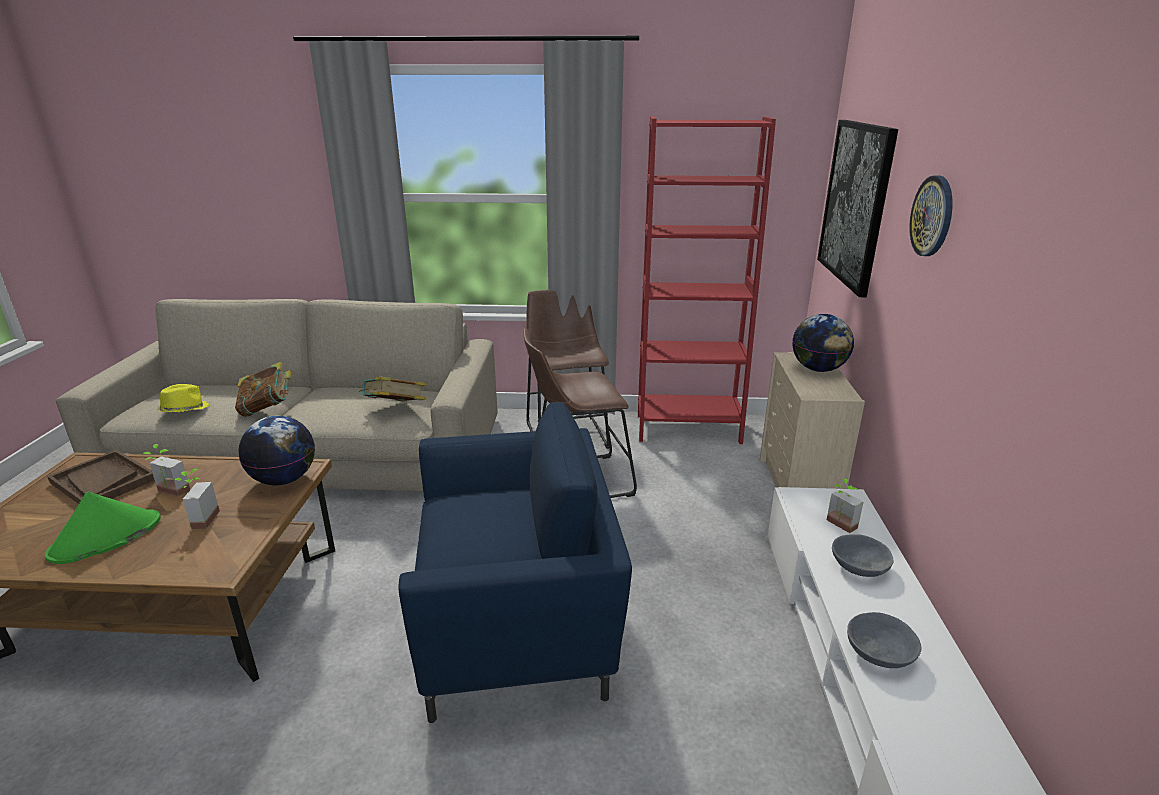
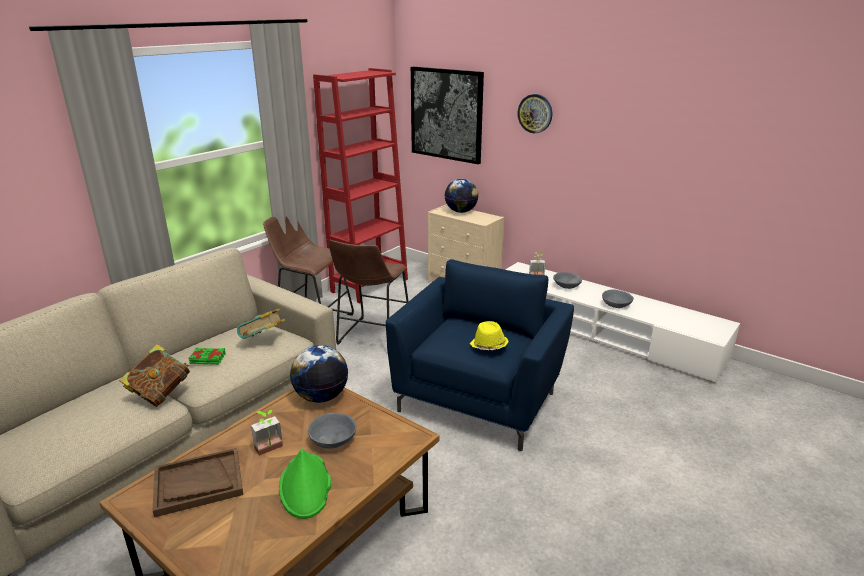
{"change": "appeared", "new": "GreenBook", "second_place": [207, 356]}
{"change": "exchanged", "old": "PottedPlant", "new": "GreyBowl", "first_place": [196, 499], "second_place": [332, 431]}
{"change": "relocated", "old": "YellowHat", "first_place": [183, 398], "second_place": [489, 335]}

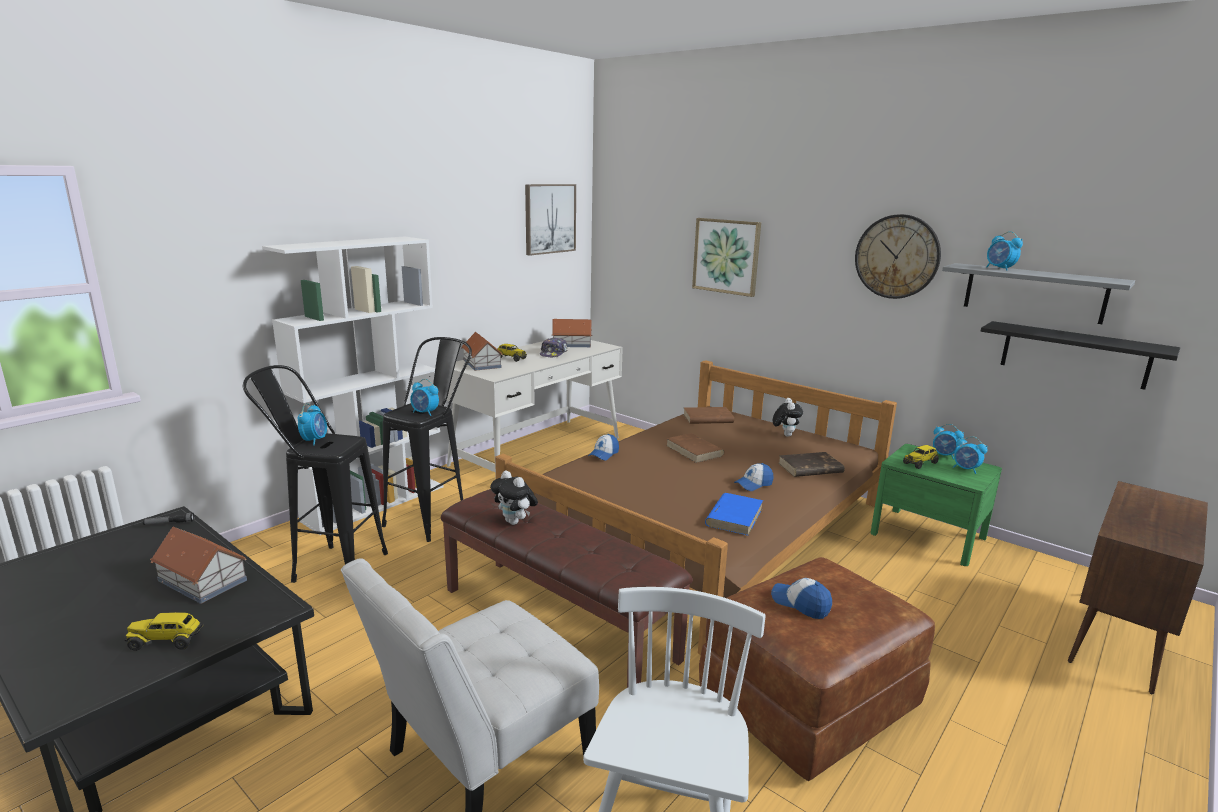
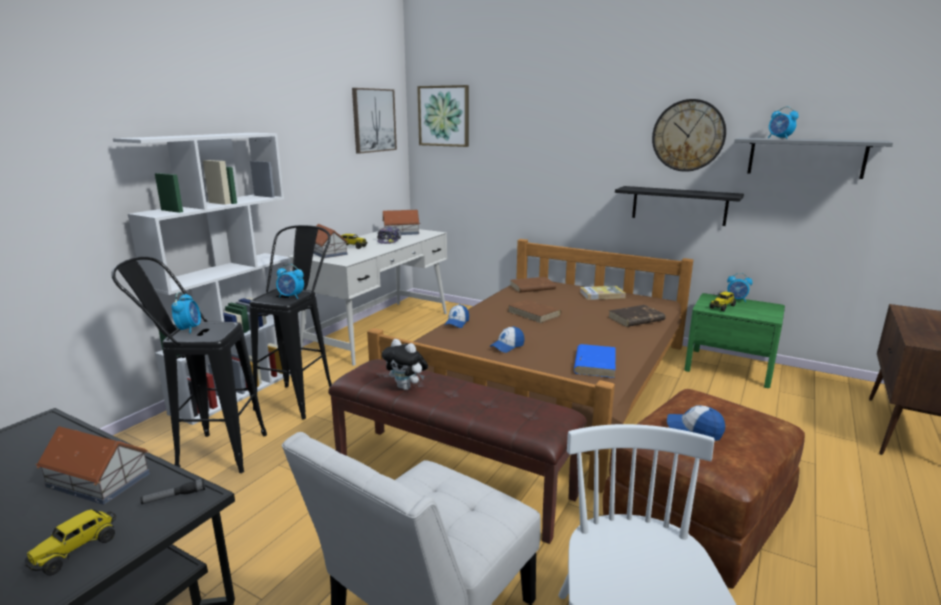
{"change": "spun", "old": "ToyTruck", "first_place": [164, 631], "second_place": [70, 542], "degrees": -45}
{"change": "relocated", "old": "Flashlight", "first_place": [168, 519], "second_place": [172, 491]}
{"change": "relocated", "old": "Picture", "first_place": [726, 257], "second_place": [443, 116]}
{"change": "relocated", "old": "Cap", "first_place": [753, 477], "second_place": [507, 339]}
{"change": "exchanged", "old": "PlushToy", "new": "Book", "first_place": [788, 417], "second_place": [603, 293]}
{"change": "relocated", "old": "BlackShelf", "first_place": [1080, 355], "second_place": [679, 206]}
{"change": "missing", "old": "AlarmClock", "first_place": [970, 455]}

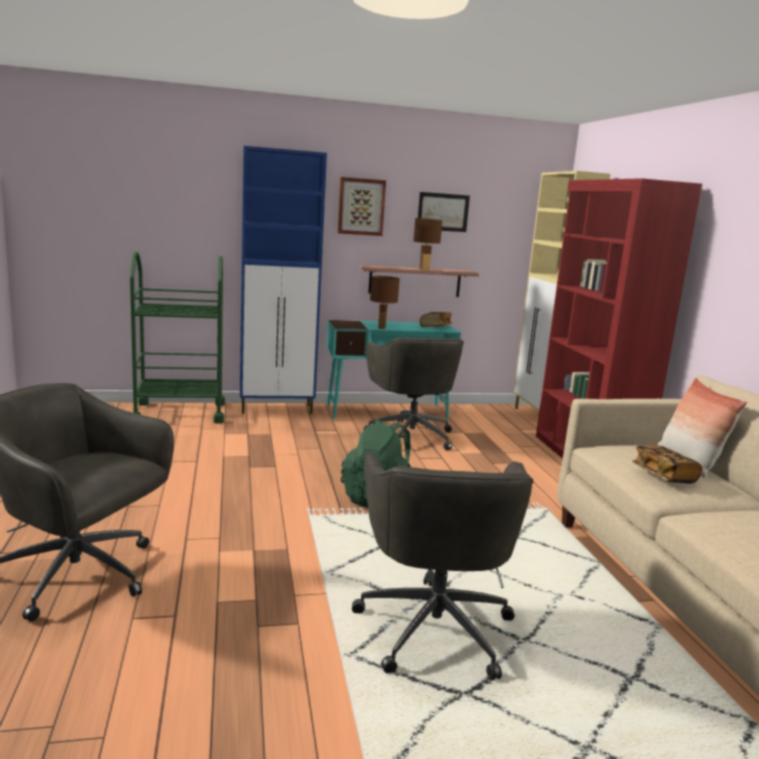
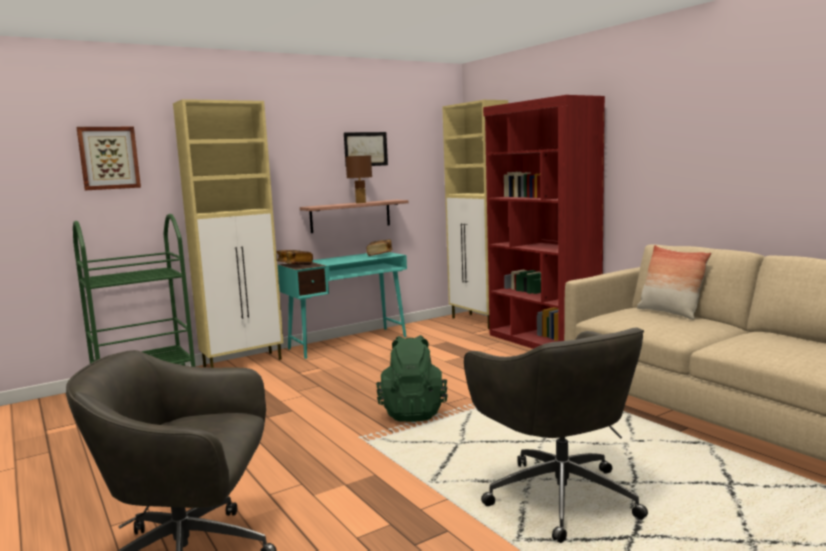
{"change": "relocated", "old": "Picture", "first_place": [361, 206], "second_place": [108, 158]}
{"change": "colour", "old": "BlueCabinet", "new": "BeigeCabinet", "first_place": [283, 280], "second_place": [228, 233]}
{"change": "relocated", "old": "Book", "first_place": [667, 465], "second_place": [294, 257]}
{"change": "missing", "old": "GreyOfficeChair", "first_place": [413, 393]}
{"change": "missing", "old": "BrownTableLamp", "first_place": [385, 302]}

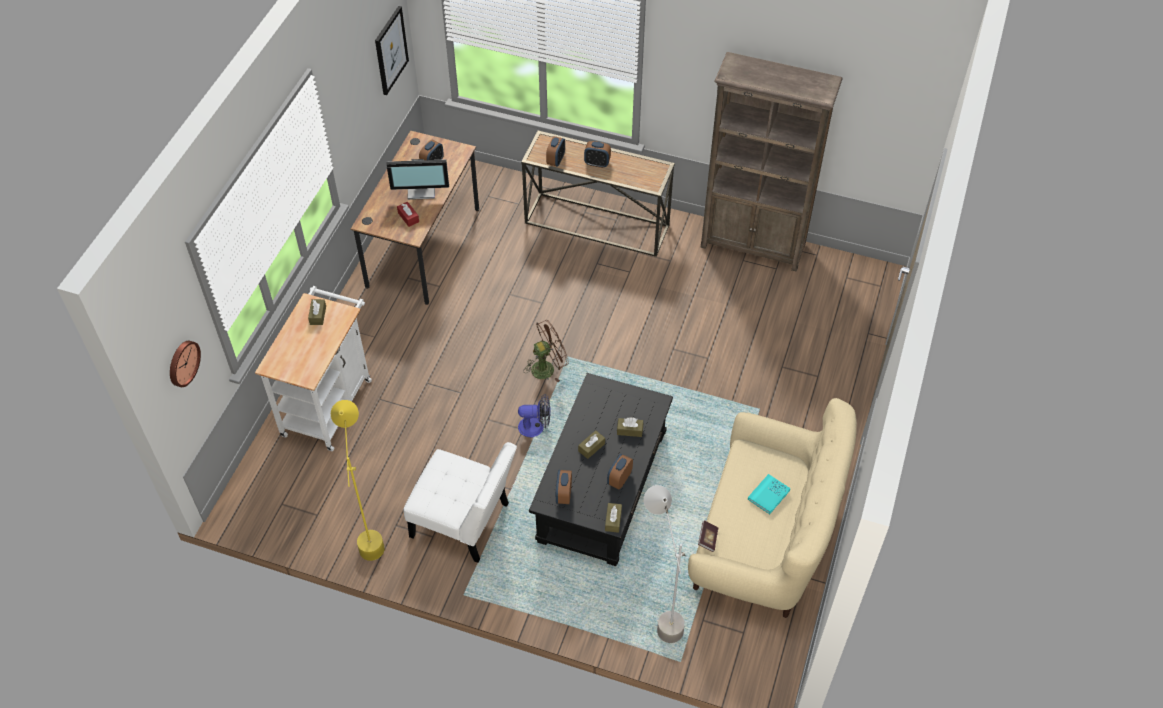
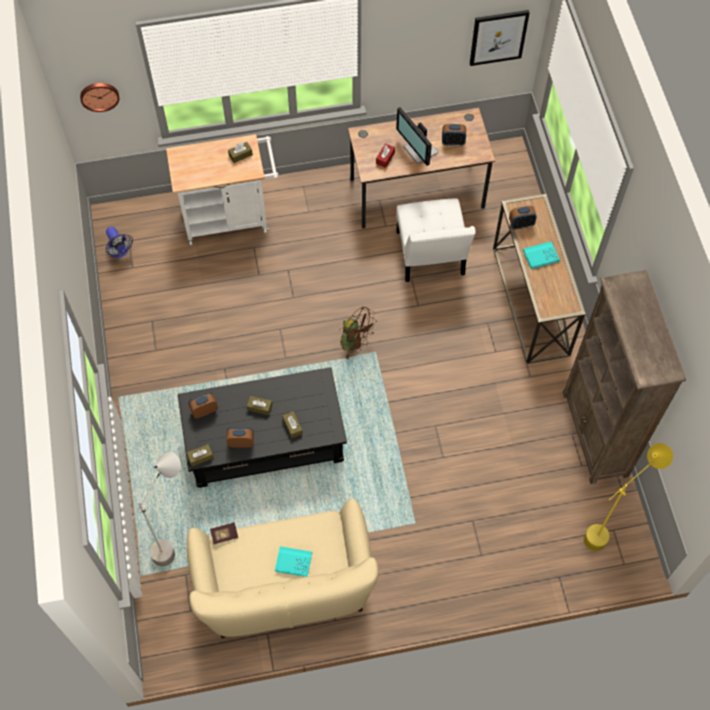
{"change": "relocated", "old": "Fan", "first_place": [534, 416], "second_place": [119, 242]}
{"change": "relocated", "old": "WhiteChair", "first_place": [460, 502], "second_place": [436, 240]}
{"change": "exchanged", "old": "AlarmClock", "new": "TurquoiseBook", "first_place": [597, 154], "second_place": [541, 255]}
{"change": "relocated", "old": "YellowFloorLamp", "first_place": [358, 480], "second_place": [628, 497]}

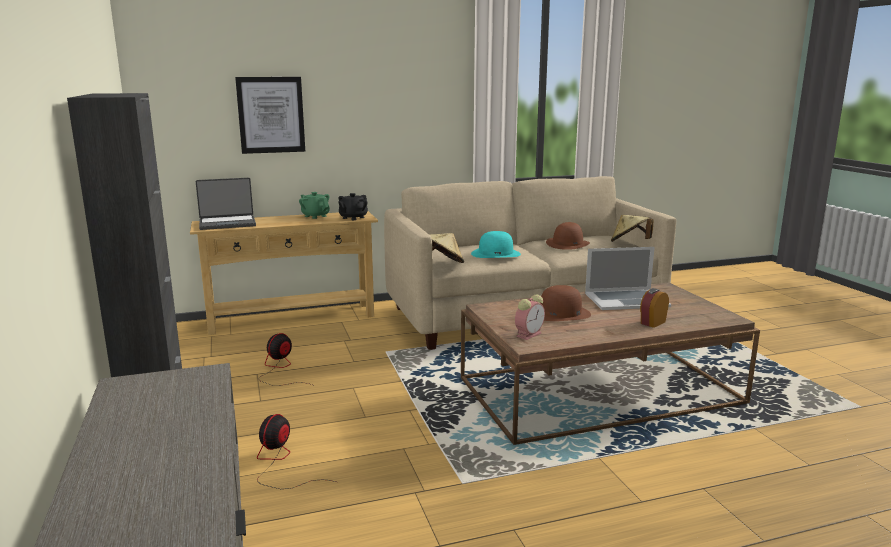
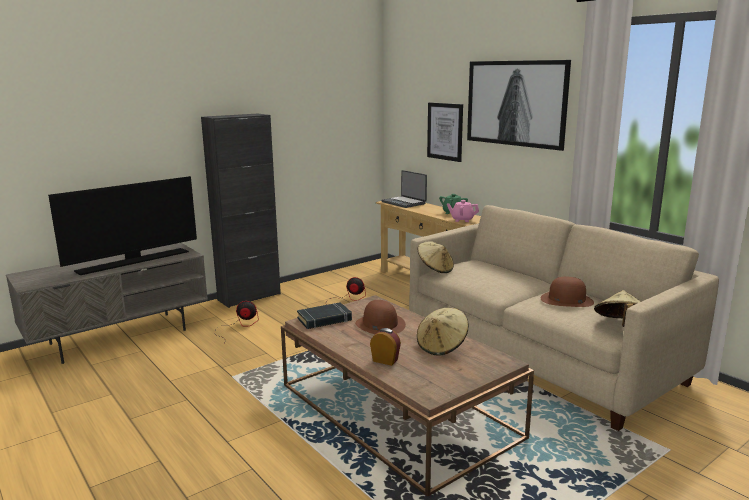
{"change": "appeared", "new": "Television", "second_place": [122, 225]}
{"change": "exchanged", "old": "AlarmClock", "new": "BlackBook", "first_place": [530, 317], "second_place": [324, 315]}
{"change": "exchanged", "old": "Laptop", "new": "BeigeHat", "first_place": [628, 278], "second_place": [443, 332]}
{"change": "colour", "old": "BlackTeapot", "new": "PinkTeapot", "first_place": [353, 206], "second_place": [463, 211]}
{"change": "appeared", "new": "Picture", "second_place": [519, 105]}
{"change": "missing", "old": "TurquoiseHat", "first_place": [496, 244]}

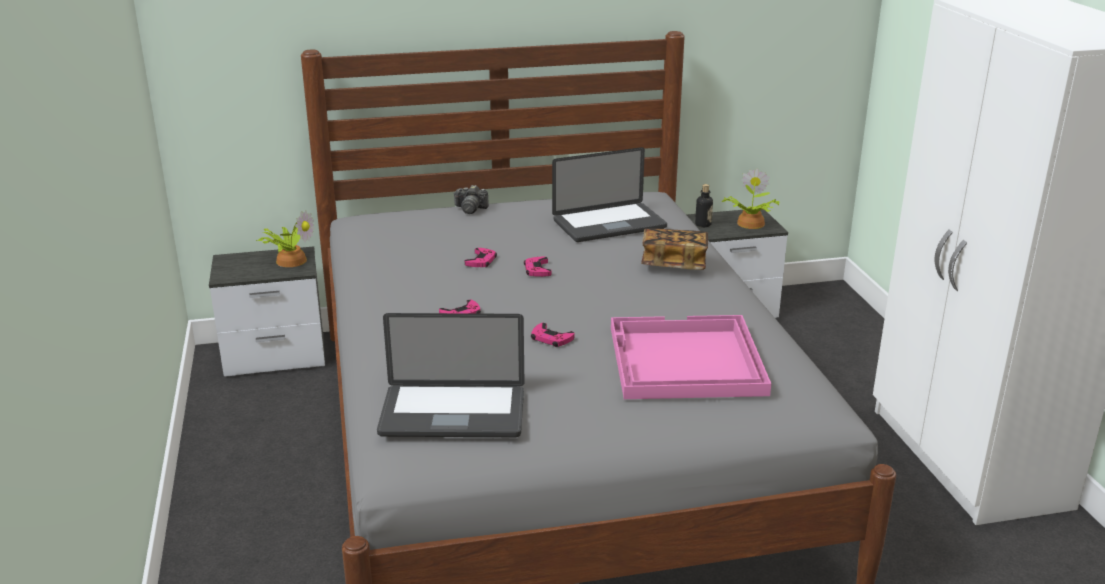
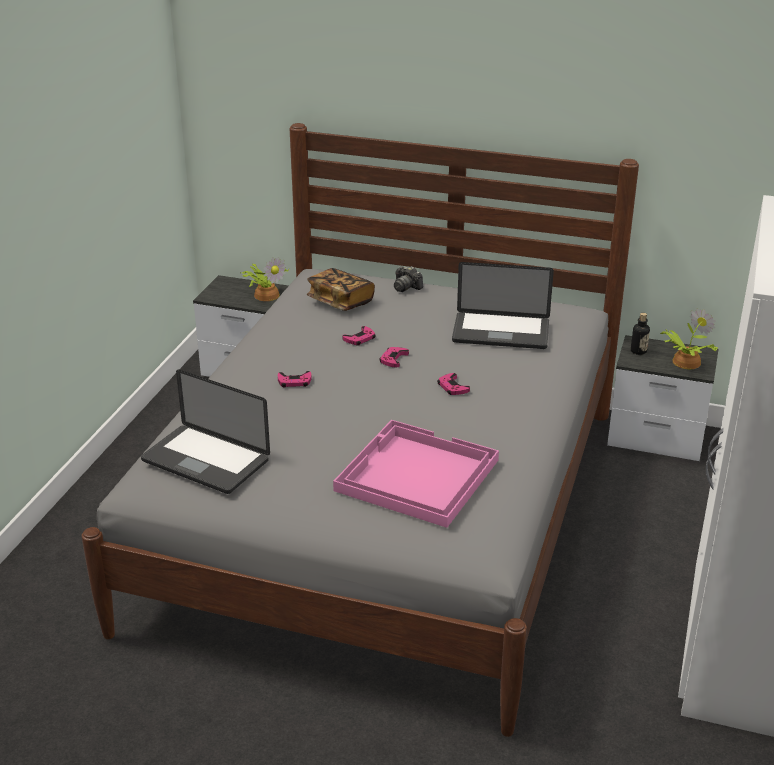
{"change": "relocated", "old": "Book", "first_place": [674, 249], "second_place": [341, 289]}
{"change": "relocated", "old": "PinkGameController", "first_place": [552, 335], "second_place": [453, 384]}

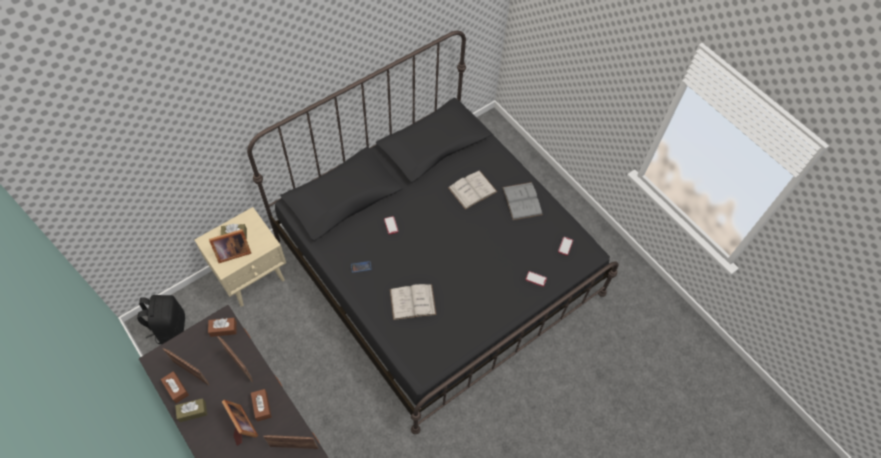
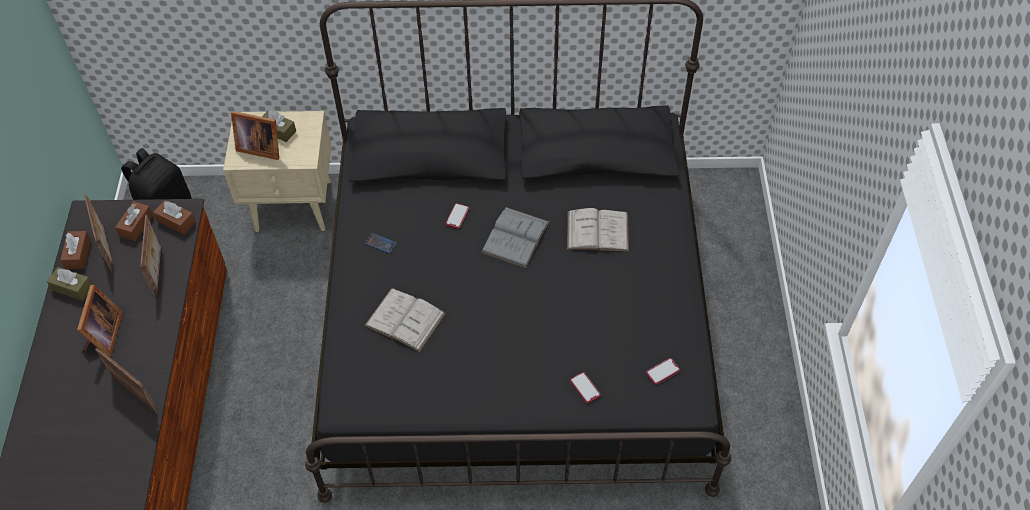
{"change": "relocated", "old": "BrownTissueBox", "first_place": [261, 405], "second_place": [134, 221]}
{"change": "relocated", "old": "GreyBook", "first_place": [522, 201], "second_place": [515, 237]}

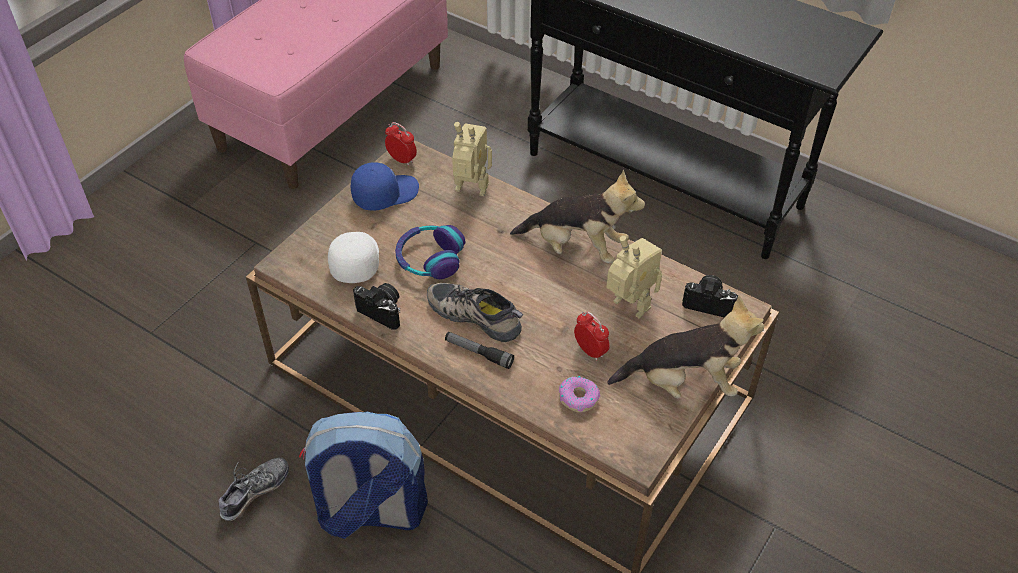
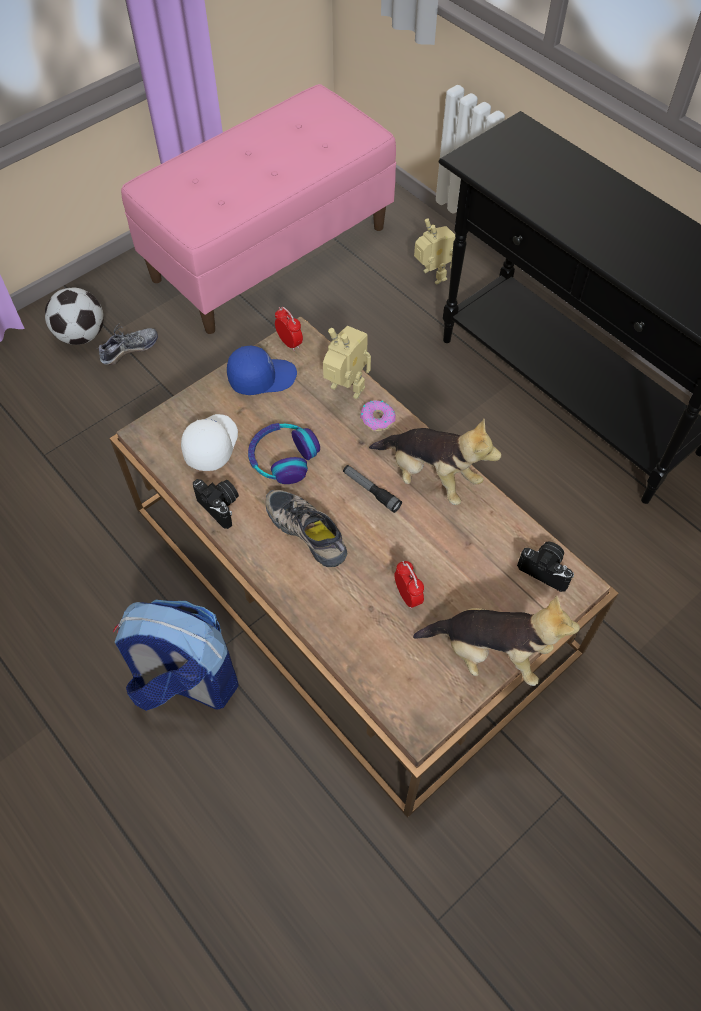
{"change": "appeared", "new": "Football", "second_place": [74, 316]}
{"change": "relocated", "old": "Shoe", "first_place": [253, 489], "second_place": [128, 344]}
{"change": "relocated", "old": "Flashlight", "first_place": [479, 350], "second_place": [372, 489]}
{"change": "relocated", "old": "Donut", "first_place": [580, 394], "second_place": [378, 415]}
{"change": "relocated", "old": "ToyRobot", "first_place": [634, 277], "second_place": [434, 251]}

